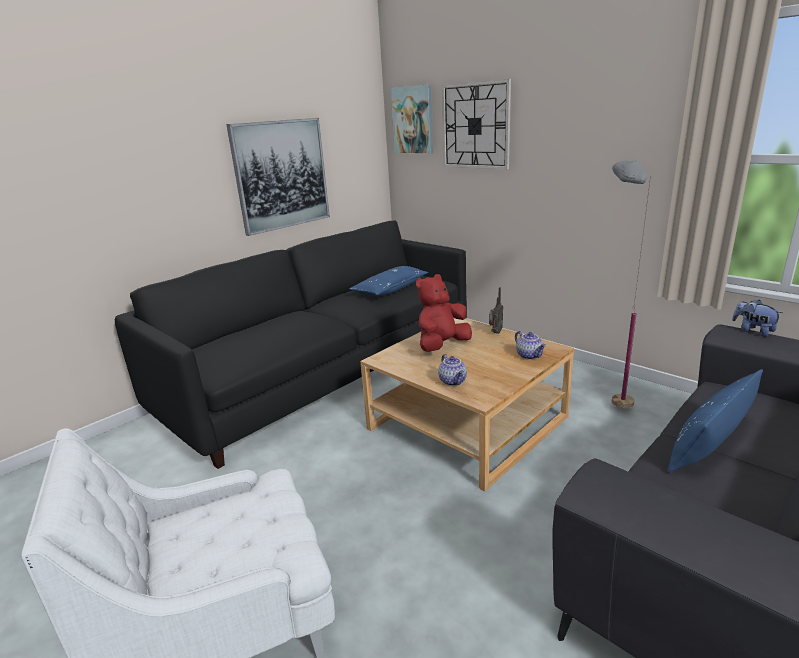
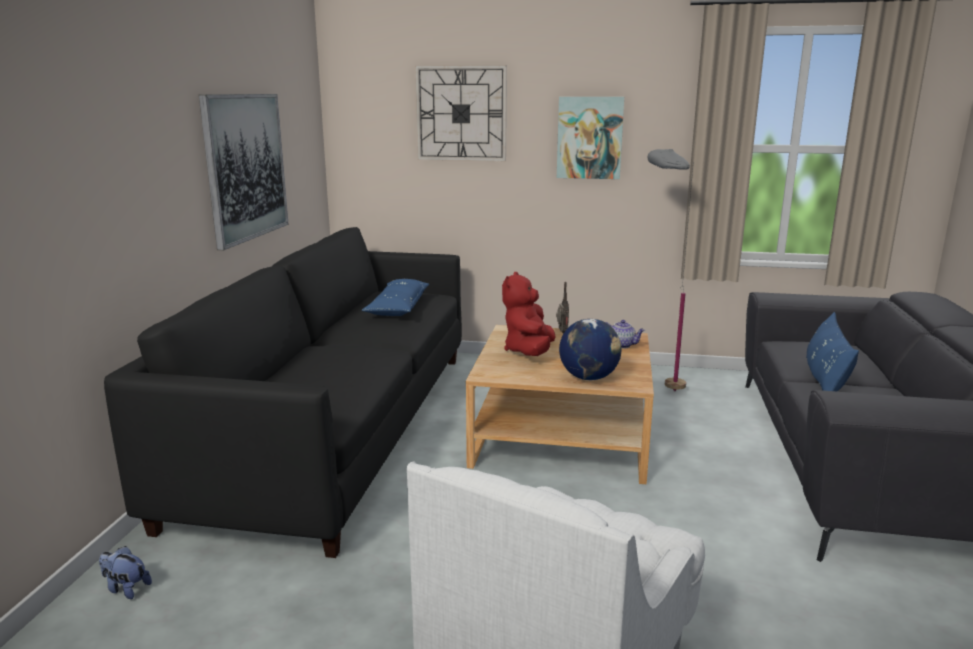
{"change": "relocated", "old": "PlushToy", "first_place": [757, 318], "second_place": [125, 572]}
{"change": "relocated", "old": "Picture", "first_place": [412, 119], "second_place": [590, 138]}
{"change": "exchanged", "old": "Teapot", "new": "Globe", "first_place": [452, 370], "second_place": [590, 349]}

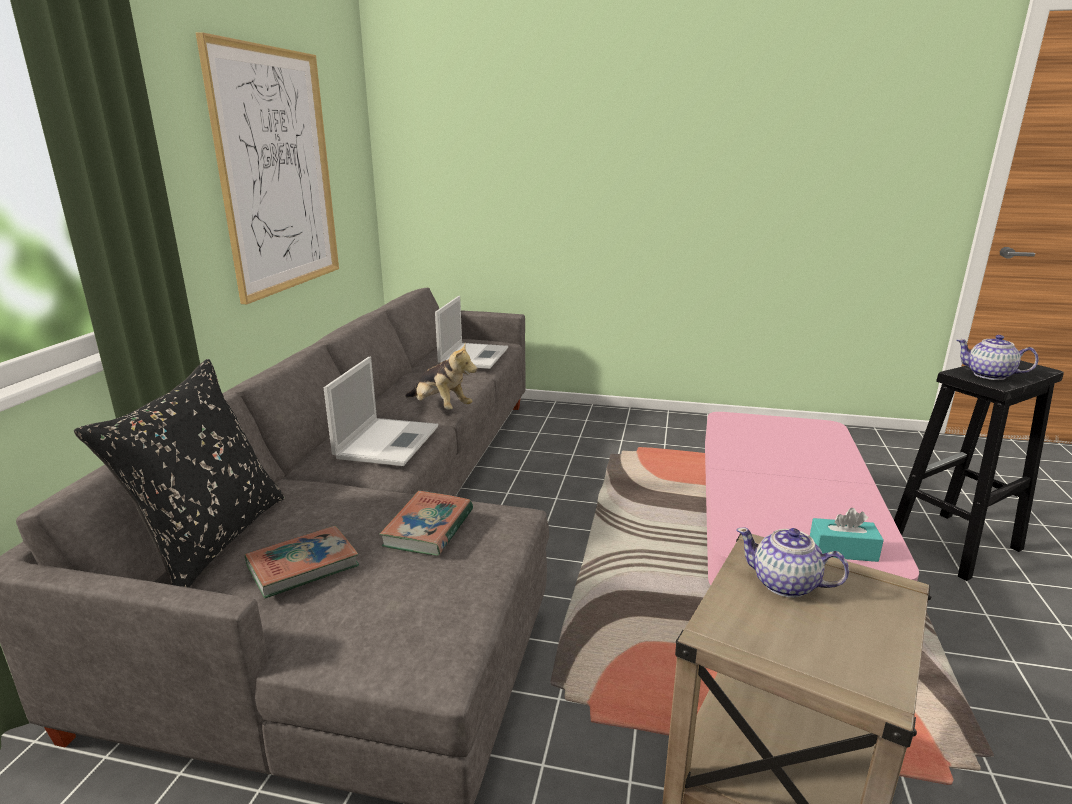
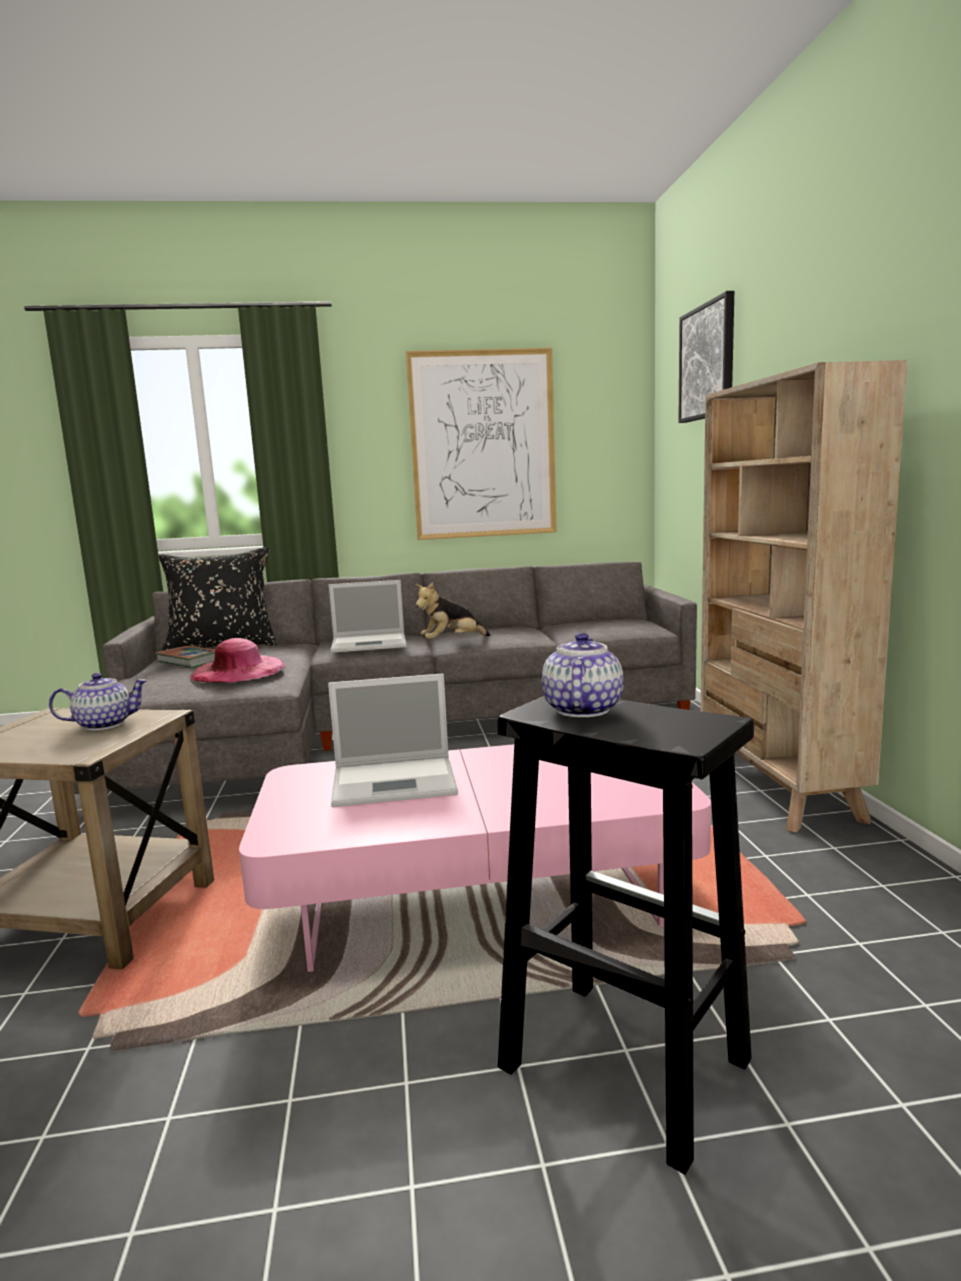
{"change": "spun", "old": "Teapot", "first_place": [792, 562], "second_place": [98, 701], "degrees": 60}
{"change": "exchanged", "old": "Book", "new": "PinkHat", "first_place": [426, 523], "second_place": [237, 660]}
{"change": "relocated", "old": "Laptop", "first_place": [471, 332], "second_place": [393, 740]}
{"change": "spun", "old": "PlushToy", "first_place": [441, 376], "second_place": [453, 610], "degrees": 45}
{"change": "appeared", "new": "Picture", "second_place": [706, 357]}
{"change": "appeared", "new": "BeigeBookcase", "second_place": [803, 596]}
{"change": "missing", "old": "TurquoiseTissueBox", "first_place": [847, 535]}

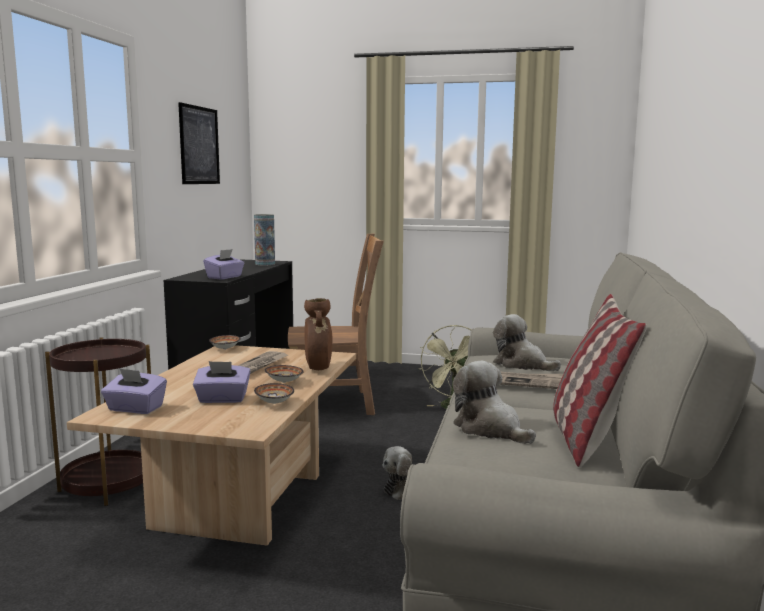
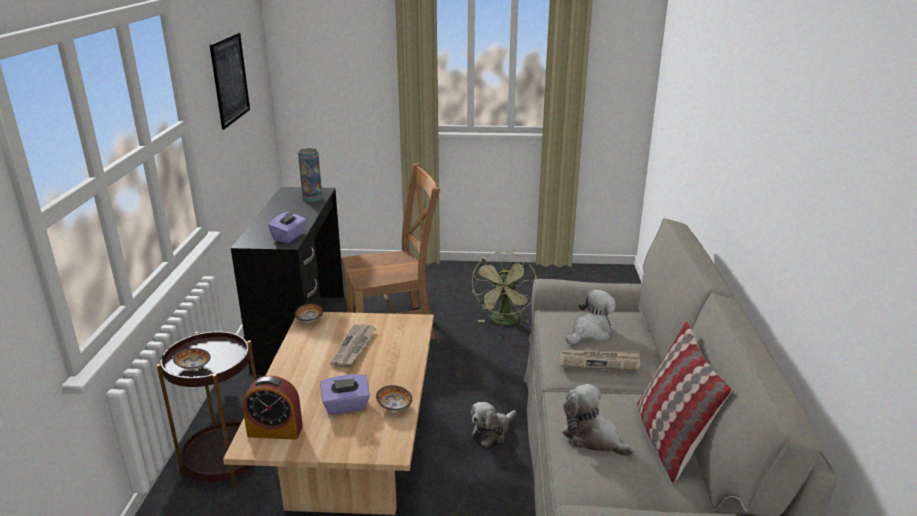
{"change": "relocated", "old": "Bowl", "first_place": [284, 374], "second_place": [192, 359]}
{"change": "exchanged", "old": "PurpleTissueBox", "new": "AlarmClock", "first_place": [134, 391], "second_place": [273, 408]}
{"change": "spun", "old": "PlushToy", "first_place": [527, 342], "second_place": [591, 316], "degrees": 105}
{"change": "missing", "old": "BrownVase", "first_place": [318, 334]}

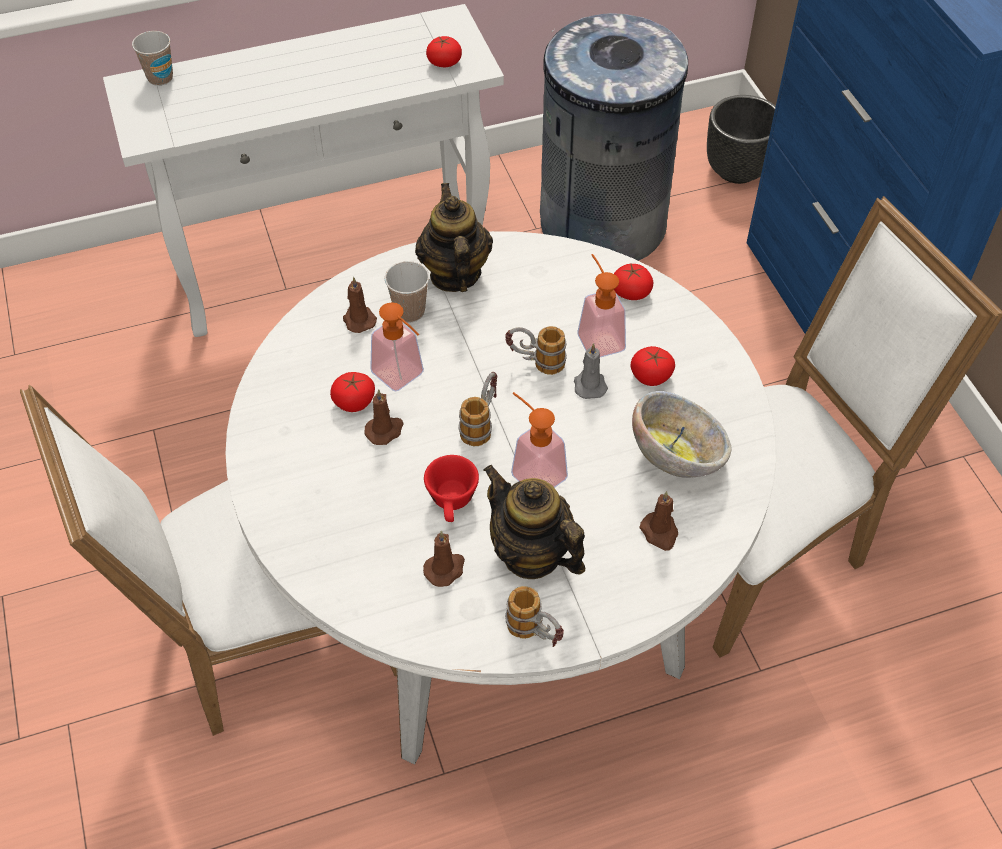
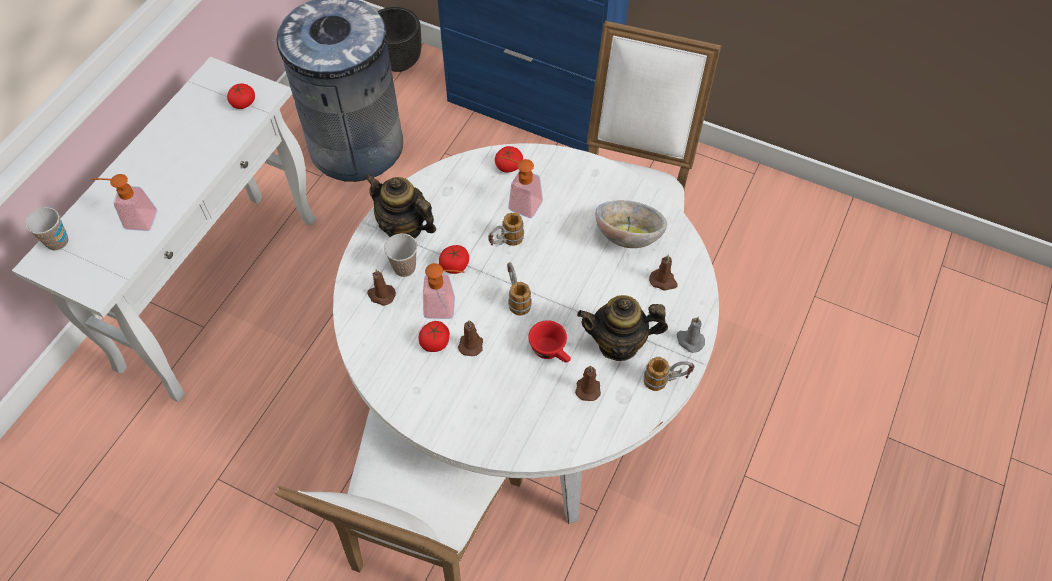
{"change": "relocated", "old": "SoapDispenser", "first_place": [539, 440], "second_place": [124, 202]}
{"change": "relocated", "old": "Tomato", "first_place": [652, 366], "second_place": [454, 259]}
{"change": "relocated", "old": "GreyCandle", "first_place": [591, 371], "second_place": [691, 335]}

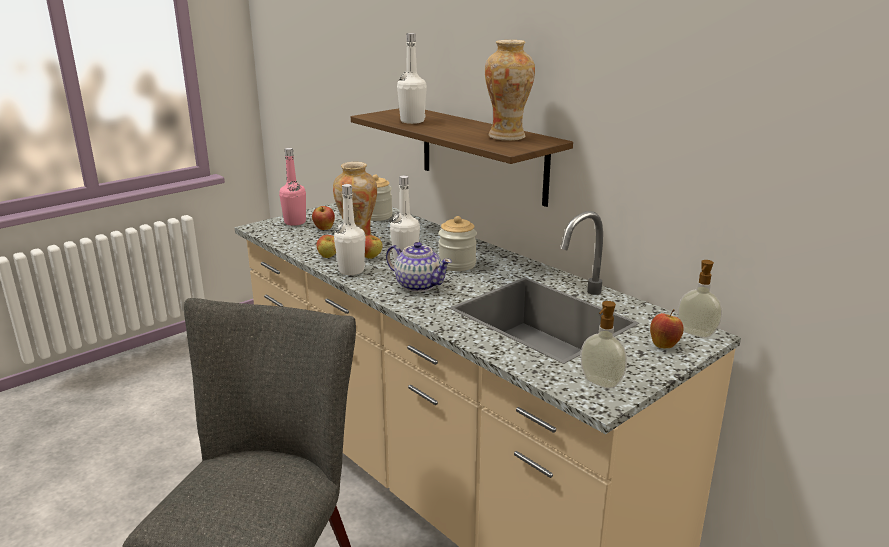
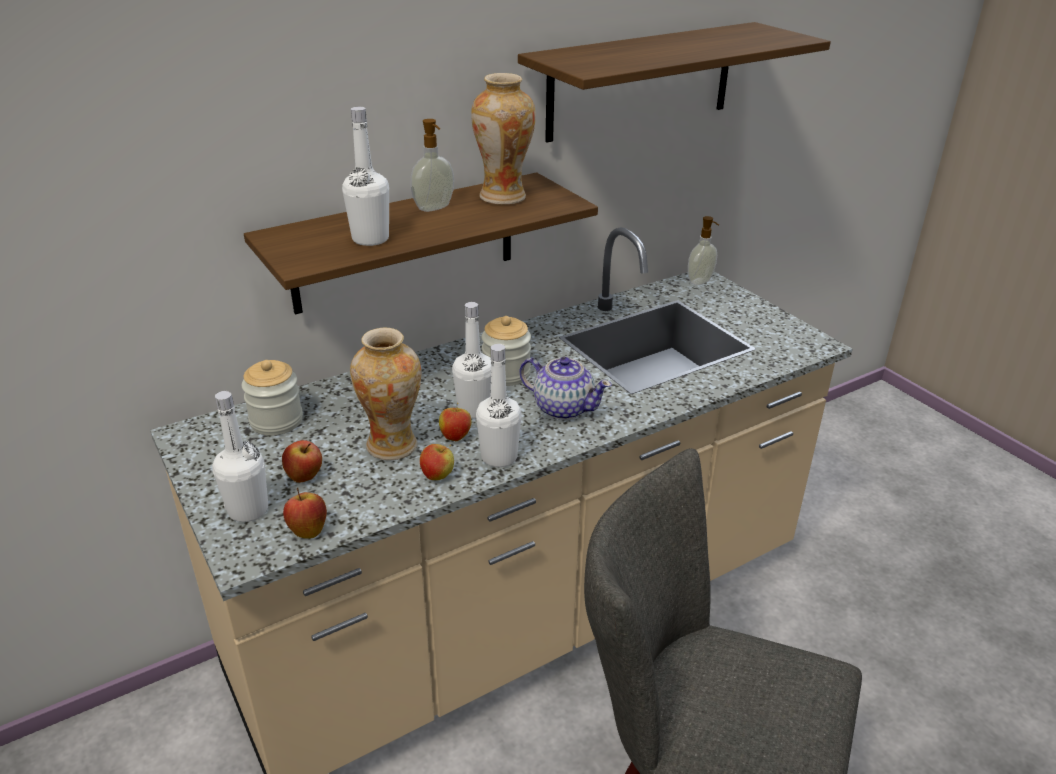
{"change": "colour", "old": "PinkBottle", "new": "WhiteBottle", "first_place": [292, 187], "second_place": [240, 456]}
{"change": "relocated", "old": "Apple", "first_place": [666, 328], "second_place": [305, 513]}
{"change": "relocated", "old": "SoapDispenser", "first_place": [604, 344], "second_place": [432, 165]}
{"change": "appeared", "new": "Shelf", "second_place": [674, 82]}
{"change": "spun", "old": "Teapot", "first_place": [419, 267], "second_place": [565, 388], "degrees": 75}

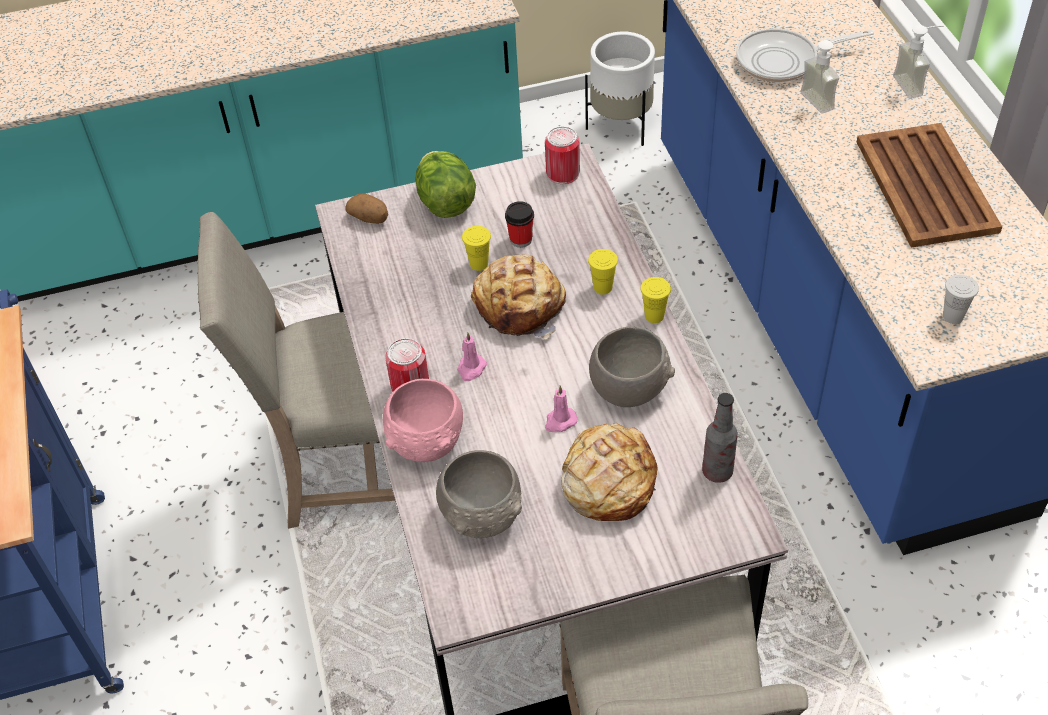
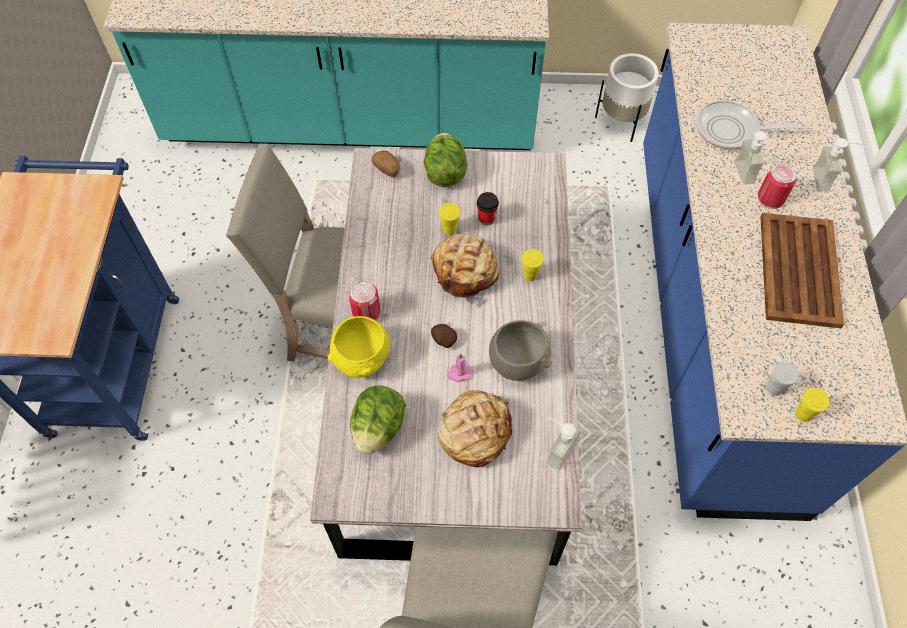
{"change": "colour", "old": "PinkBowl", "new": "YellowBowl", "first_place": [423, 420], "second_place": [359, 347]}
{"change": "exchanged", "old": "GreyBowl", "new": "Lettuce", "first_place": [479, 494], "second_place": [378, 420]}
{"change": "appeared", "new": "Potato", "second_place": [444, 336]}
{"change": "exchanged", "old": "Bottle", "new": "SoapDispenser", "first_place": [720, 438], "second_place": [564, 443]}
{"change": "relocated", "old": "Can", "first_place": [562, 155], "second_place": [777, 186]}
{"change": "relocated", "old": "YellowCup", "first_place": [655, 300], "second_place": [812, 405]}
{"change": "missing", "old": "PinkCandle", "first_place": [472, 356]}

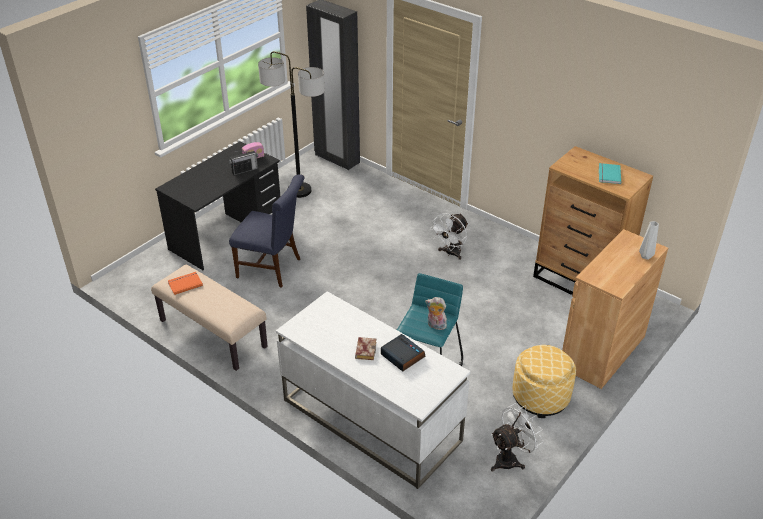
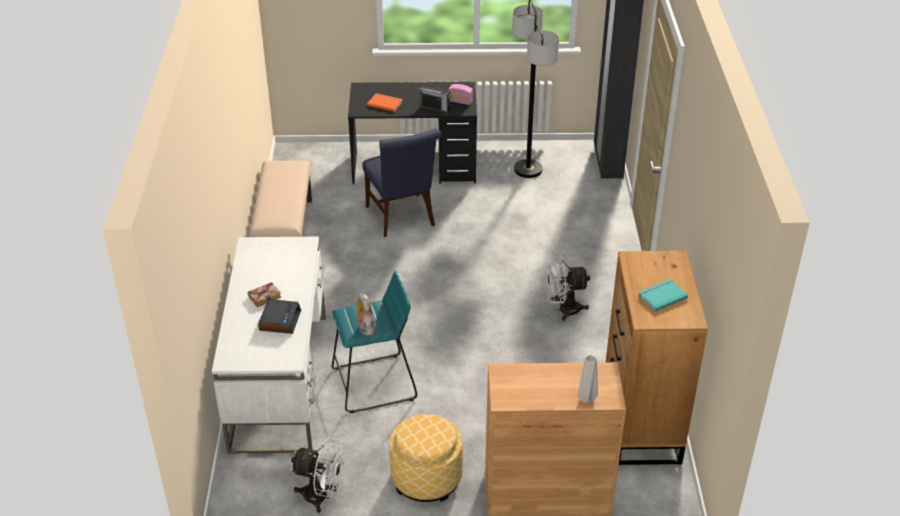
{"change": "relocated", "old": "OrangeBook", "first_place": [185, 283], "second_place": [385, 102]}

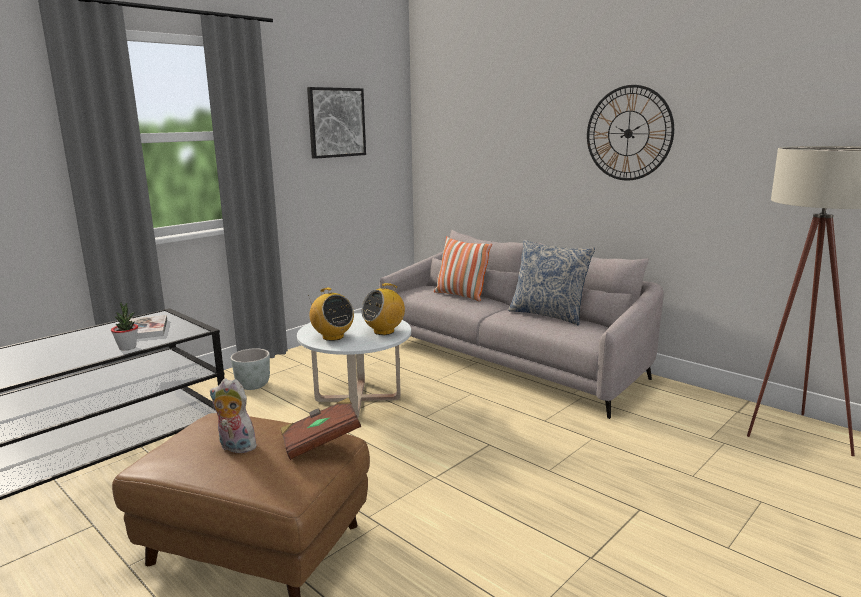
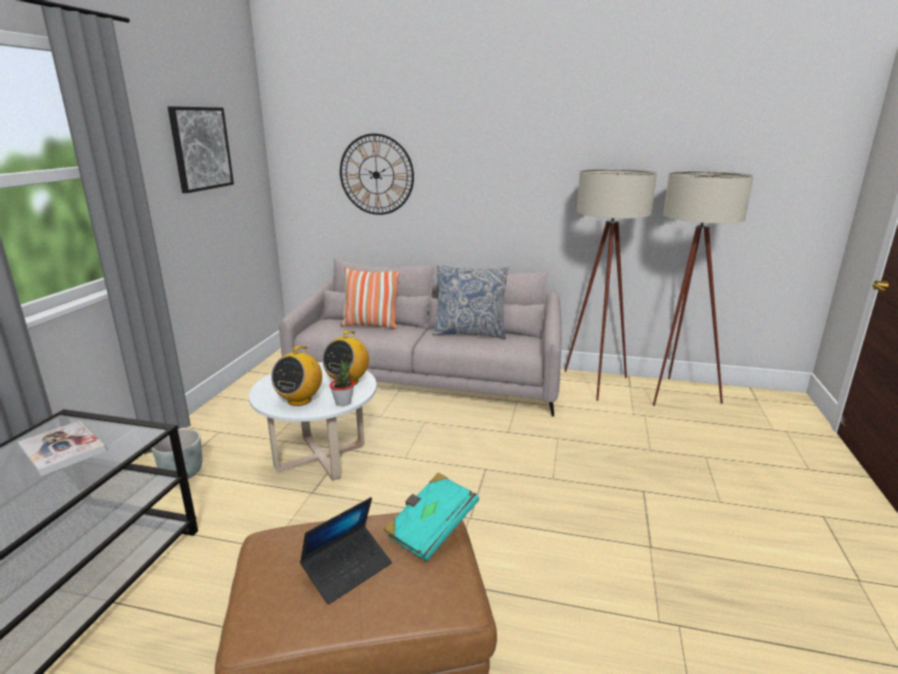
{"change": "spun", "old": "Radio", "first_place": [331, 314], "second_place": [296, 376], "degrees": 90}
{"change": "exchanged", "old": "PlushToy", "new": "Laptop", "first_place": [233, 415], "second_place": [346, 550]}
{"change": "relocated", "old": "PottedPlant", "first_place": [124, 327], "second_place": [342, 383]}
{"change": "relocated", "old": "WallClock", "first_place": [630, 133], "second_place": [377, 174]}
{"change": "colour", "old": "BrownBook", "new": "TurquoiseBook", "first_place": [321, 428], "second_place": [431, 516]}
{"change": "appeared", "new": "BeigeFloorLamp", "second_place": [610, 285]}

